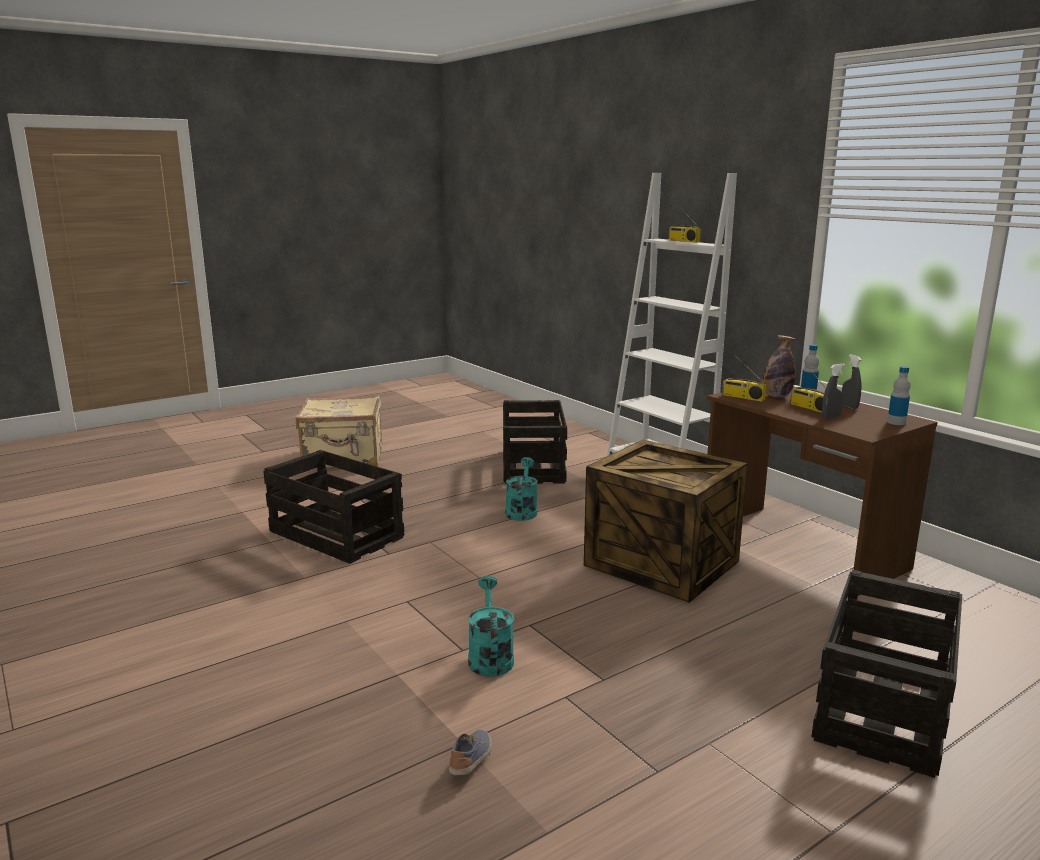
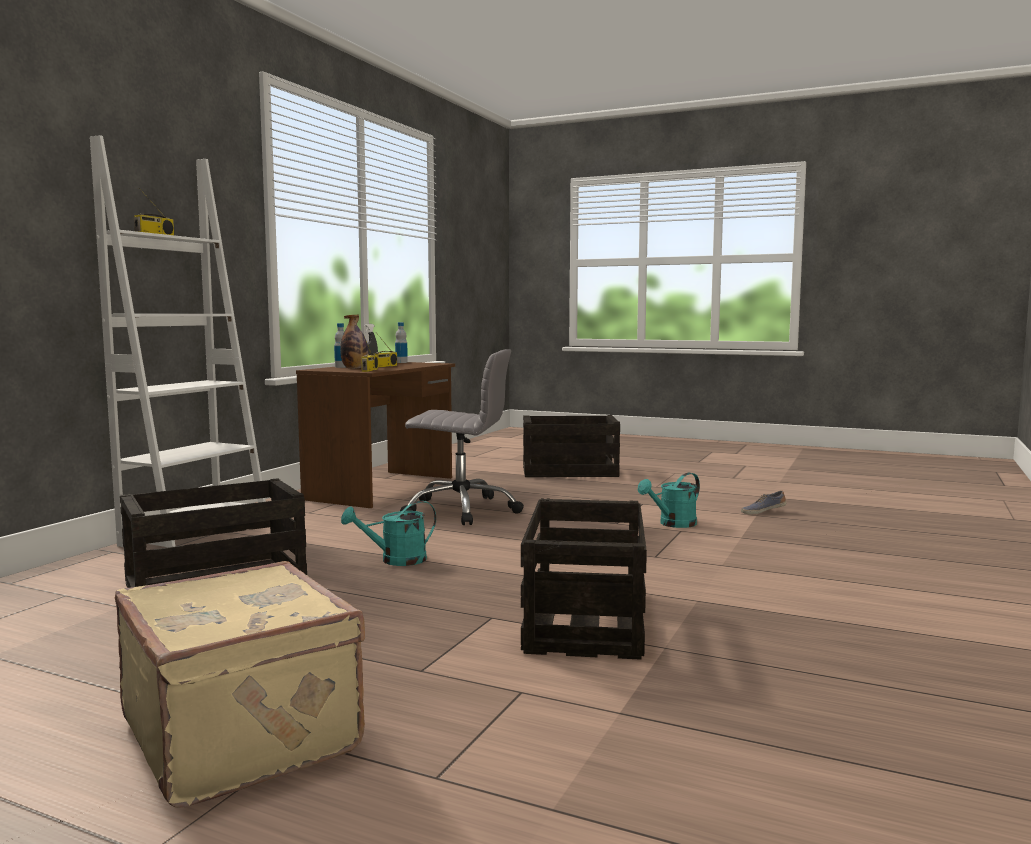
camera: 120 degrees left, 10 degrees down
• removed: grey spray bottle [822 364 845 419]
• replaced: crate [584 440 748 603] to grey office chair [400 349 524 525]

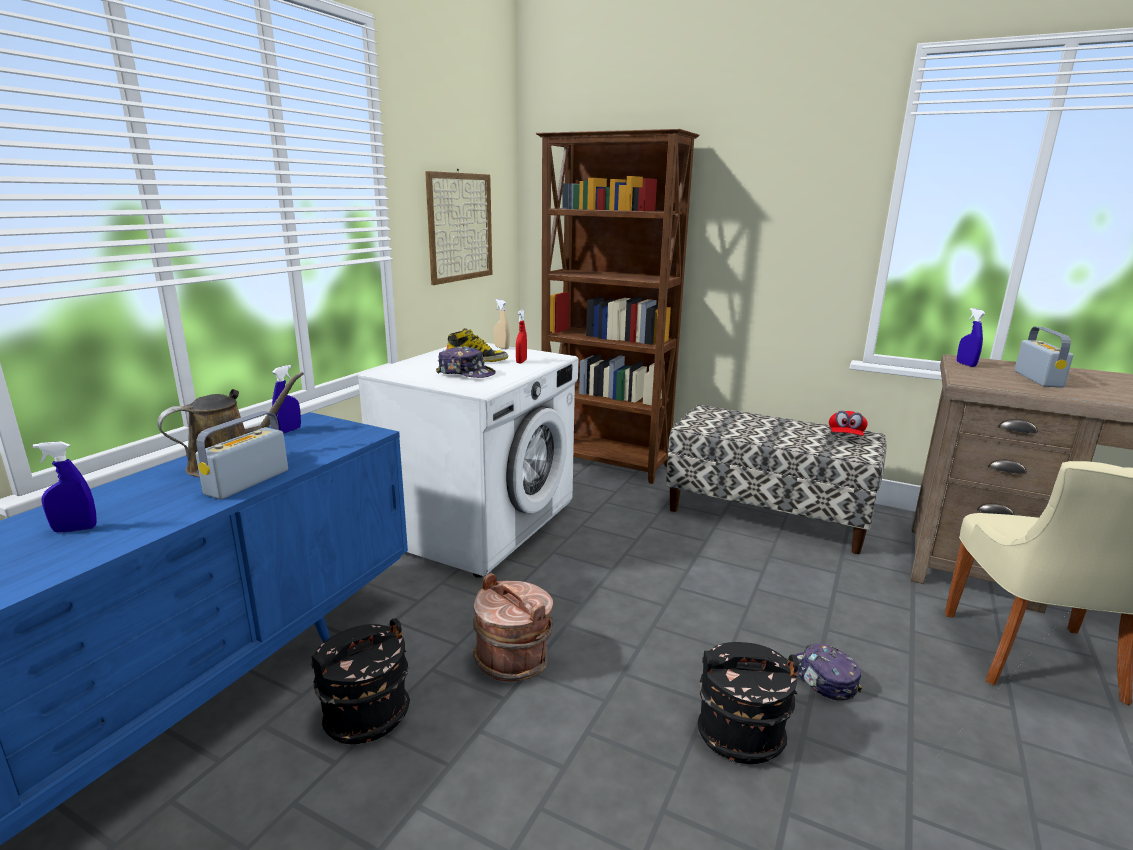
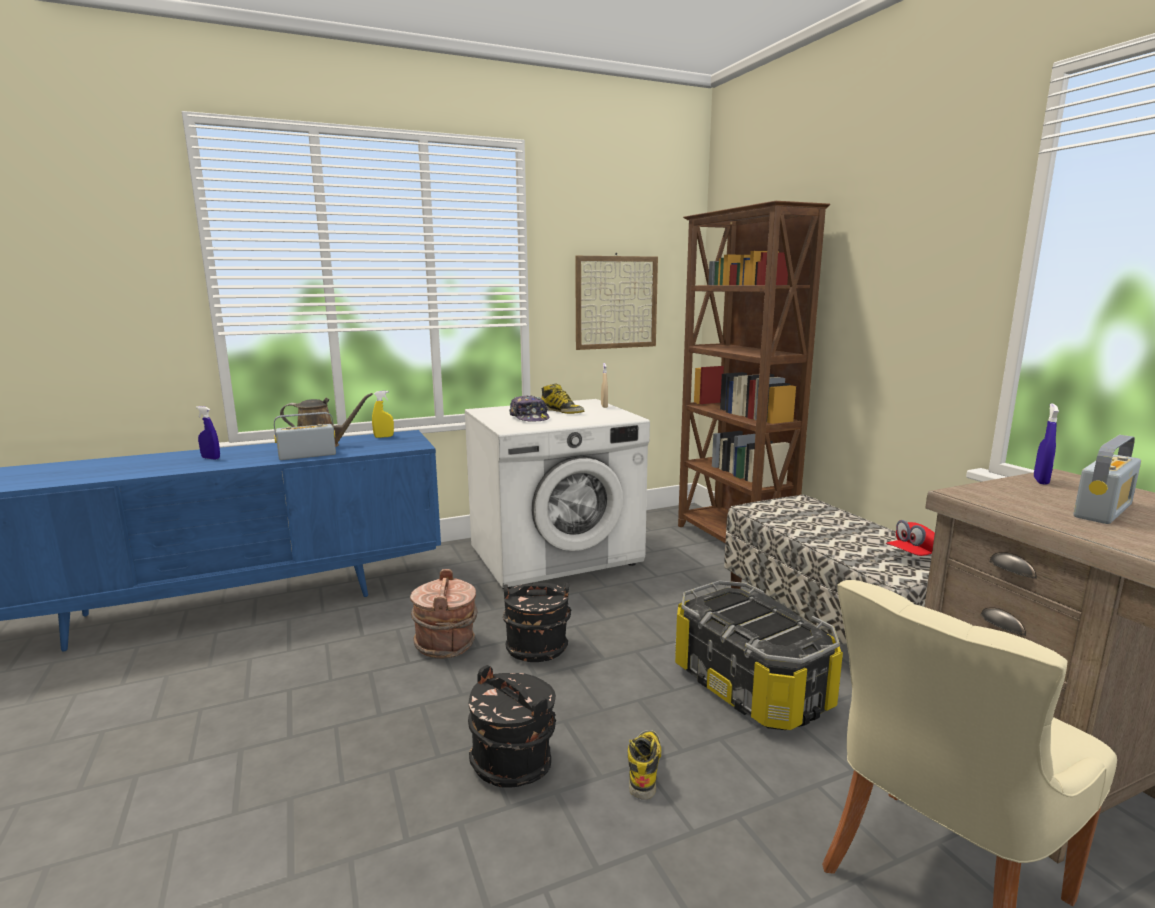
camera: 40 degrees right, 5 degrees down
• removed: red spray bottle [516 310 527 363]
• added: storage box [675 580 843 730]
• moved: black bucket [311 618 410 744] to [503 583 571 662]
• replaced: cap [787 644 862 701] to boot [628 730 661 800]
• recoloured: blue spray bottle [272 365 301 434] to yellow spray bottle [372 391 394 438]

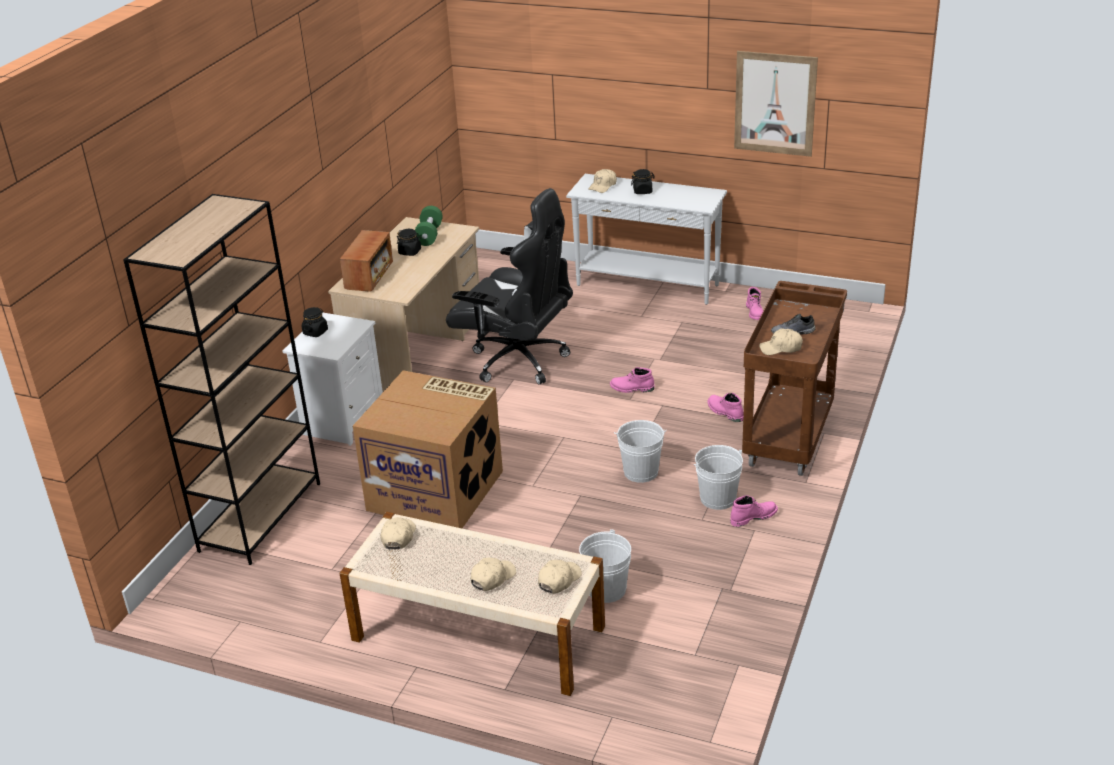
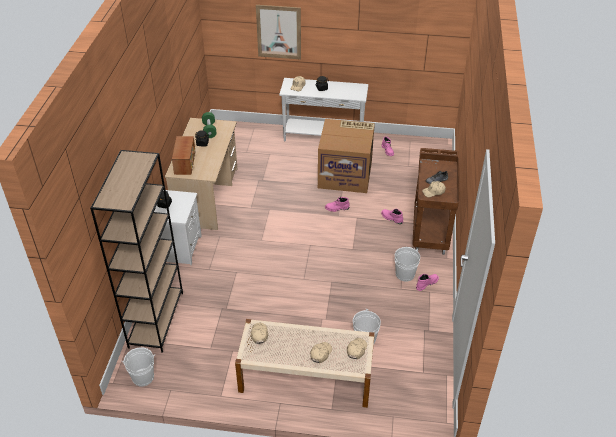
camera: 15 degrees left, 10 degrees up
• removed: black office chair [446 188 573 384]
• moved: cardboard box [353 370 503 528] to [318 119 375 193]
• moved: white bucket [614 420 667 483] to [123 347 155 386]
• moved: picture [734 51 818 157] to [256 5 301 59]

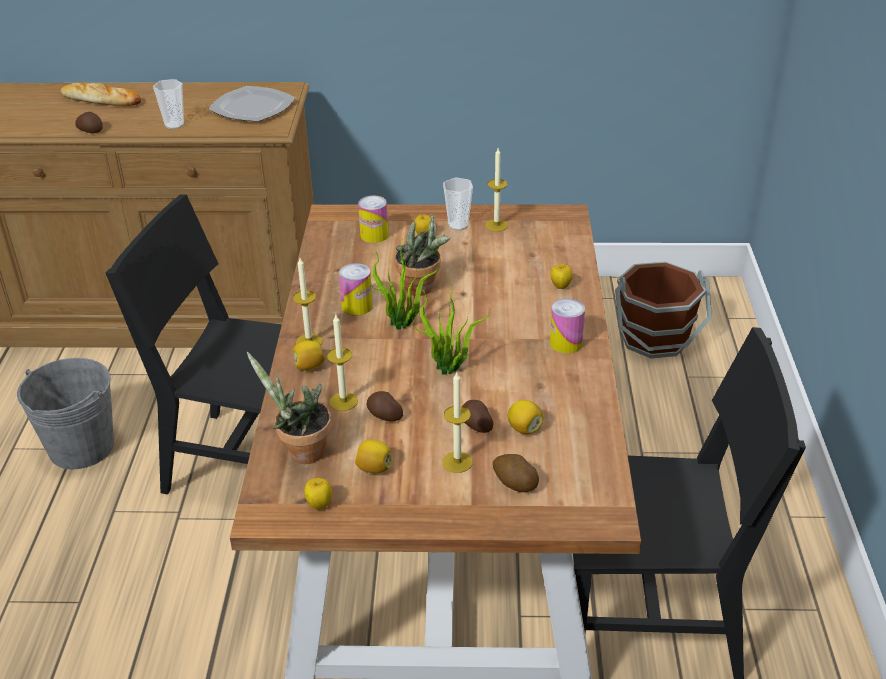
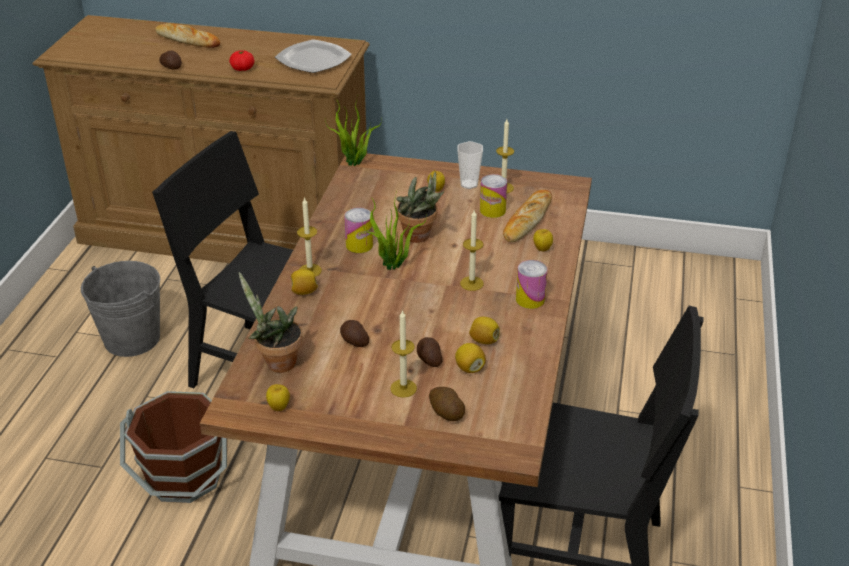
camera: 10 degrees right, 0 degrees up
• added: bread [503 190 552 242]
• moved: candle [327 315 358 411] to [460 210 484 291]
• moved: lemon [355 439 392 473] to [469 317 500 344]
• moved: can [358 196 389 243] to [480 174 507 218]
• moved: potted plant [412 282 490 374] to [325 96 382 166]
• moved: brown bucket [615 261 712 358] to [120 391 227 503]
• replaced: cup [153 79 184 129] to tomato [229 50 254 71]

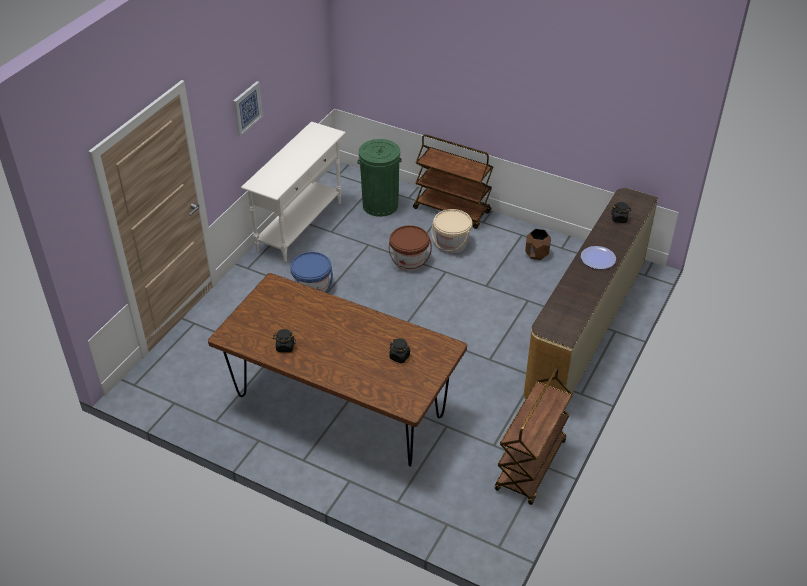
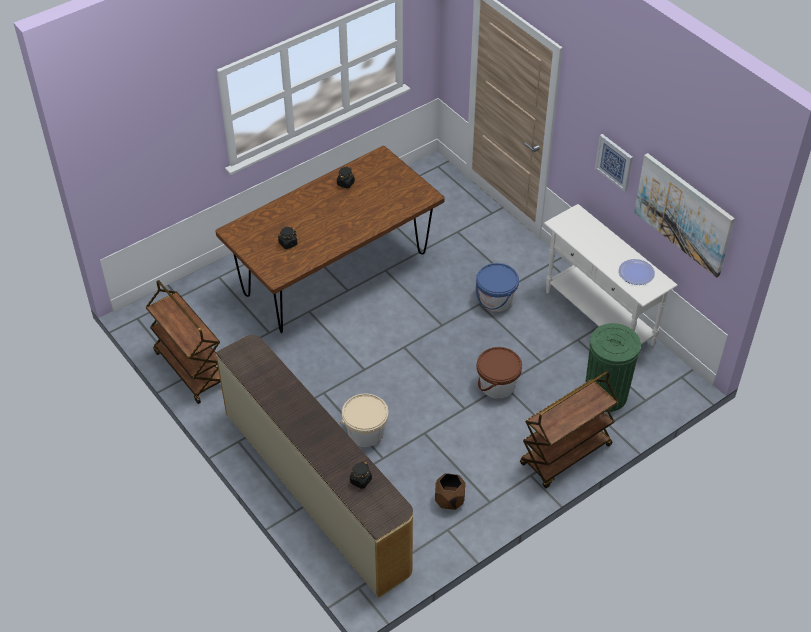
camera: 115 degrees right, 5 degrees up
• added: picture [634 153 735 278]
• moved: beige bucket [431 209 472 253] to [340 394 389 447]
• moved: plate [581 246 616 269] to [619 259 655 285]

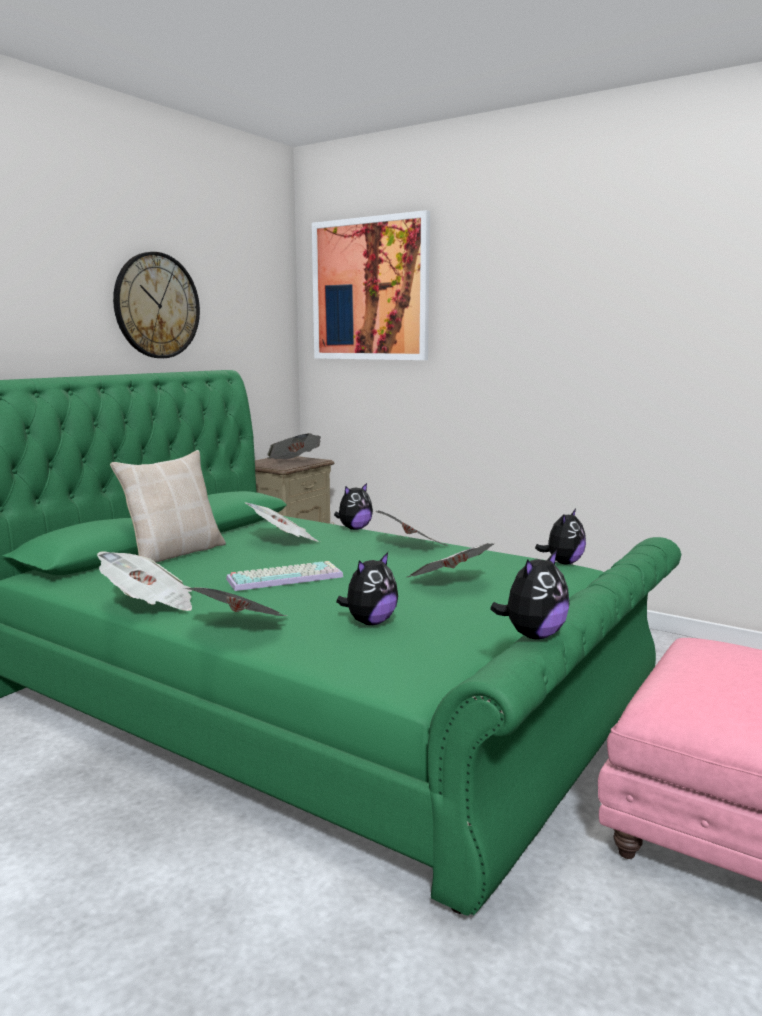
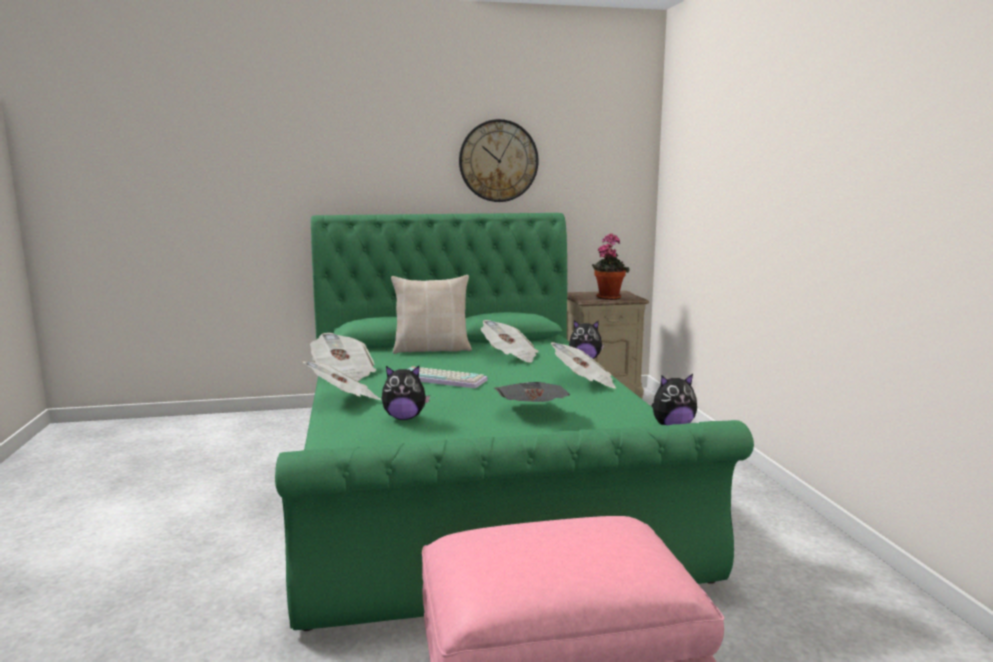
camera: 45 degrees right, 0 degrees up
• removed: picture [312 210 430 360]
• removed: plush toy [490 550 569 639]
• replaced: newspaper [268 433 321 459] to potted plant [592 233 629 300]

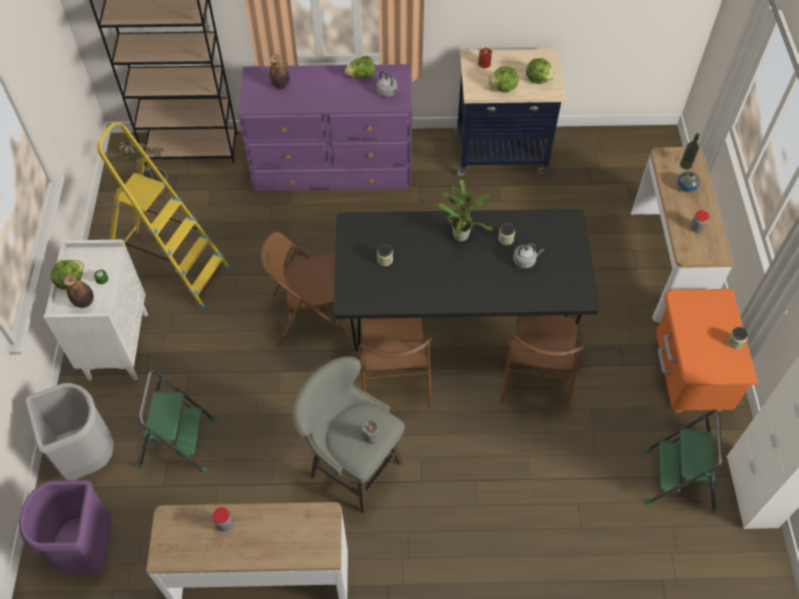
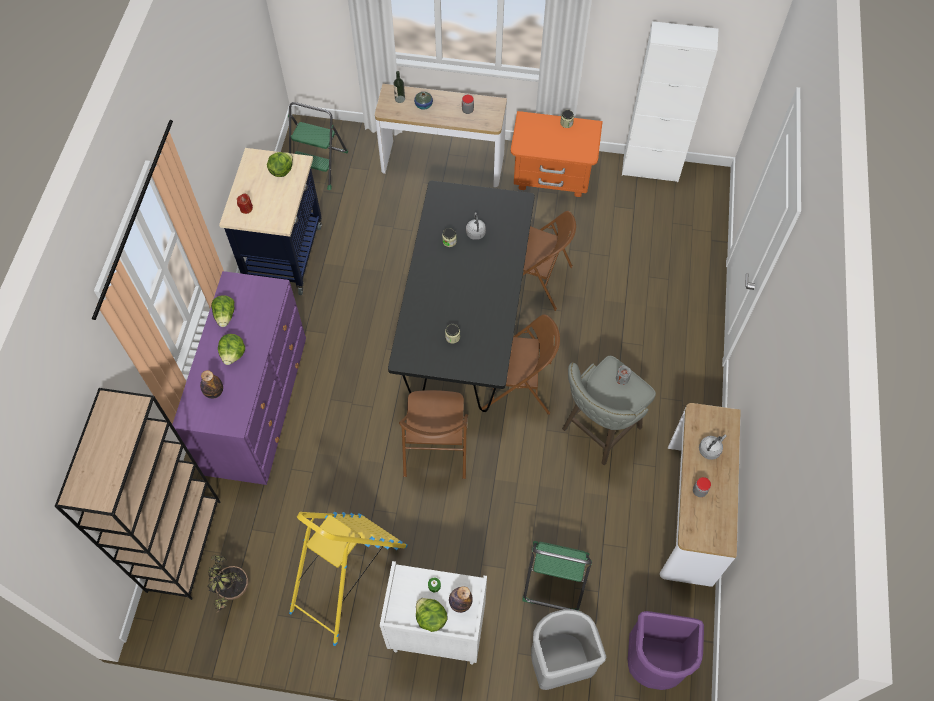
camera: 80 degrees left, 5 degrees up
• removed: potted plant [439 180 493 242]
• moved: grey kettle [376 71 399 97] to [699 435 727 460]
• moved: lettuce [488 67 519 93] to [218 334 245 365]
• moved: green step ladder [644 410 722 513] to [288 102 348 190]

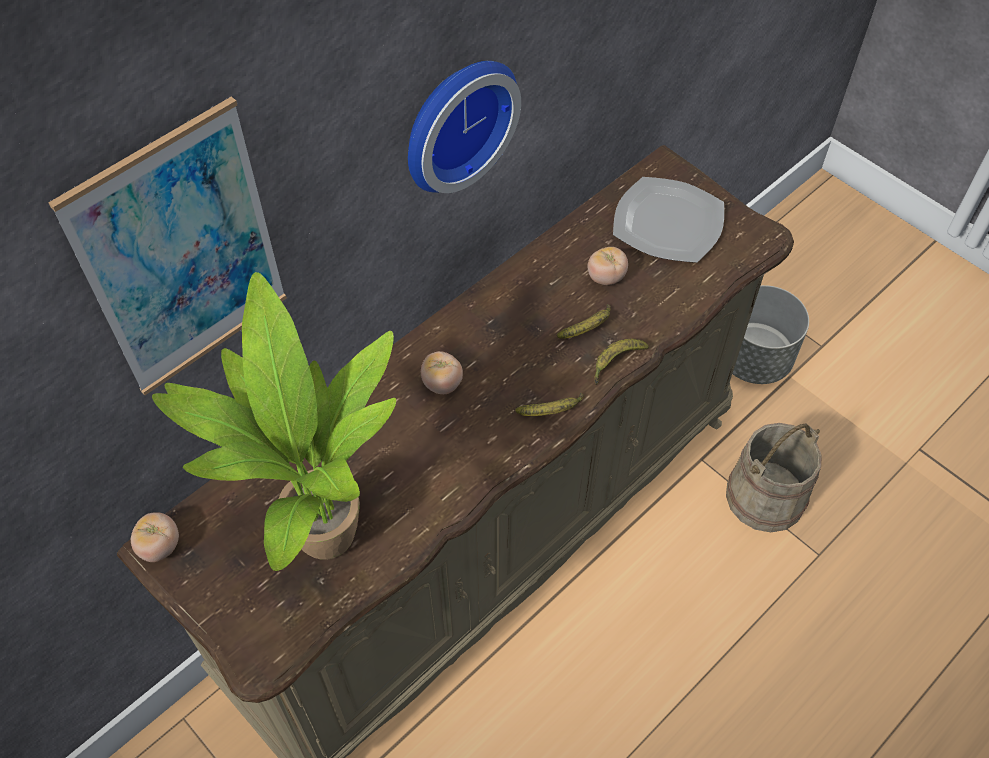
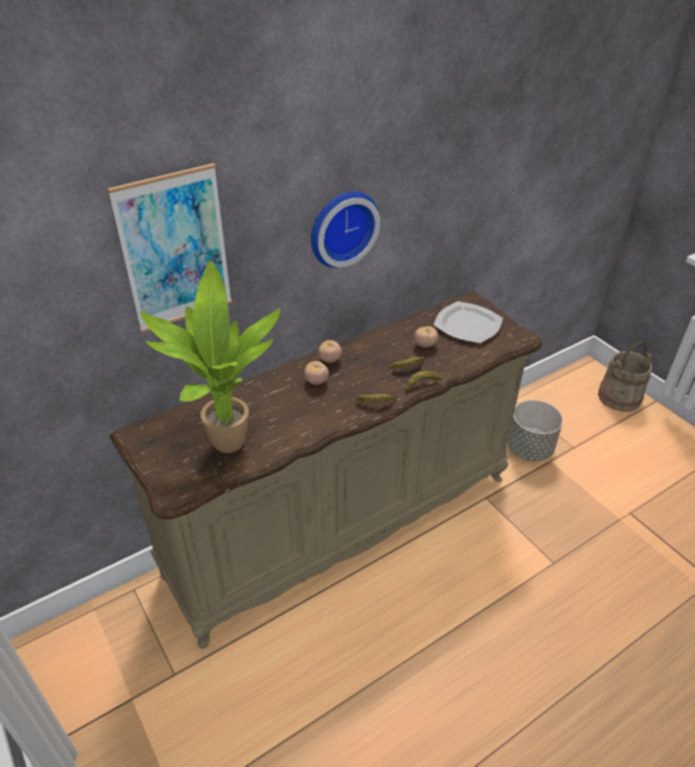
camera: 10 degrees right, 15 degrees down
• moved: tomato [131 512 179 562] to [318 340 342 363]
• moved: beige bucket [726 423 822 532] to [598 342 652 412]

